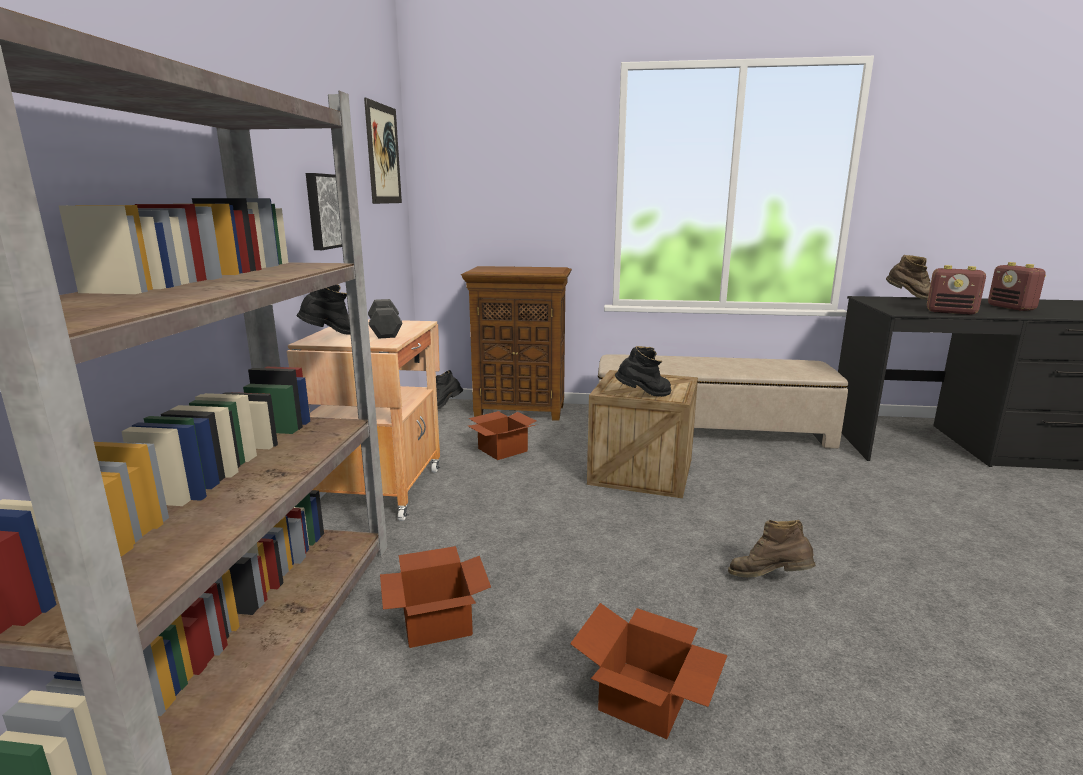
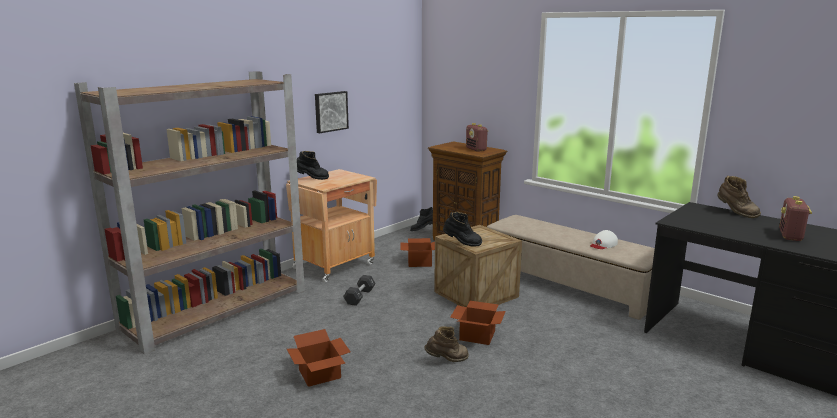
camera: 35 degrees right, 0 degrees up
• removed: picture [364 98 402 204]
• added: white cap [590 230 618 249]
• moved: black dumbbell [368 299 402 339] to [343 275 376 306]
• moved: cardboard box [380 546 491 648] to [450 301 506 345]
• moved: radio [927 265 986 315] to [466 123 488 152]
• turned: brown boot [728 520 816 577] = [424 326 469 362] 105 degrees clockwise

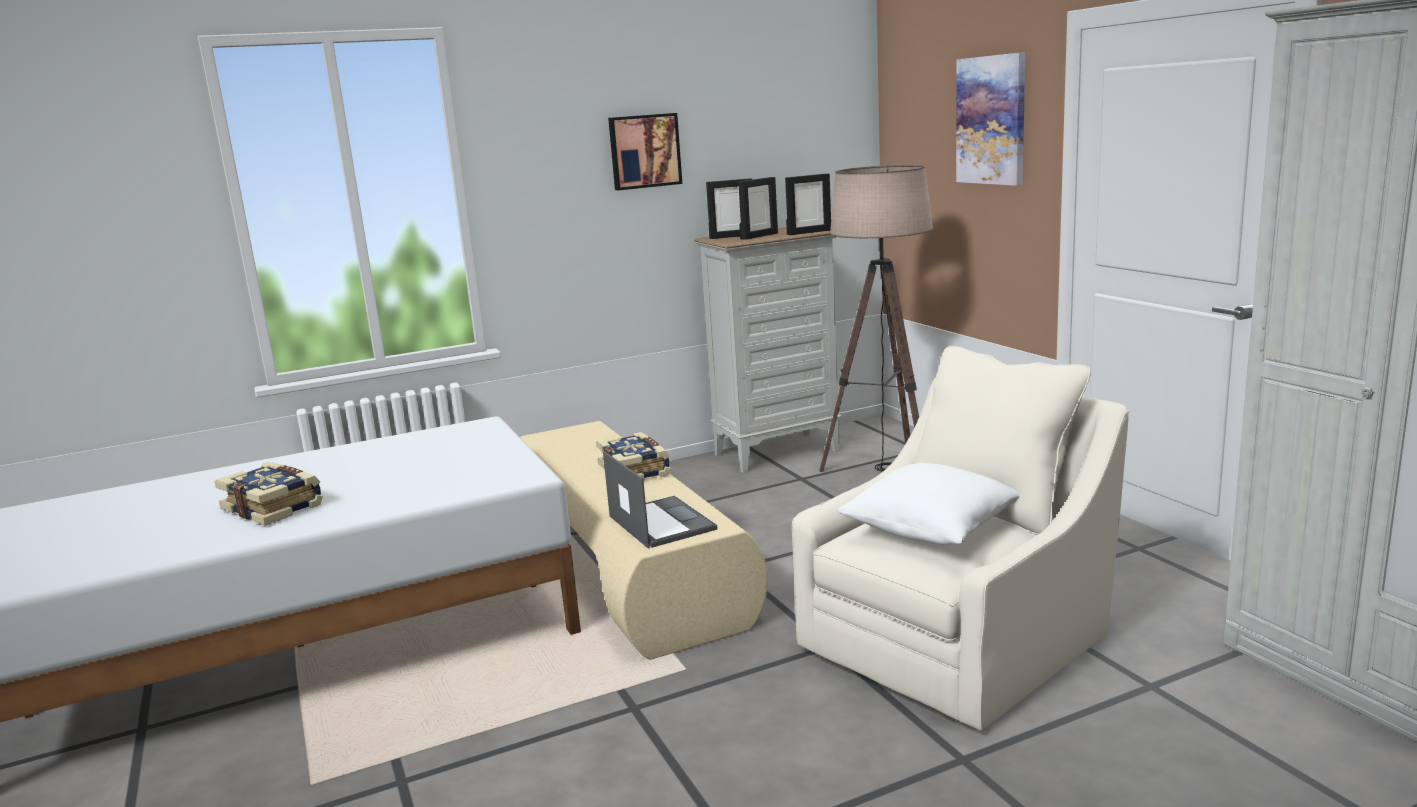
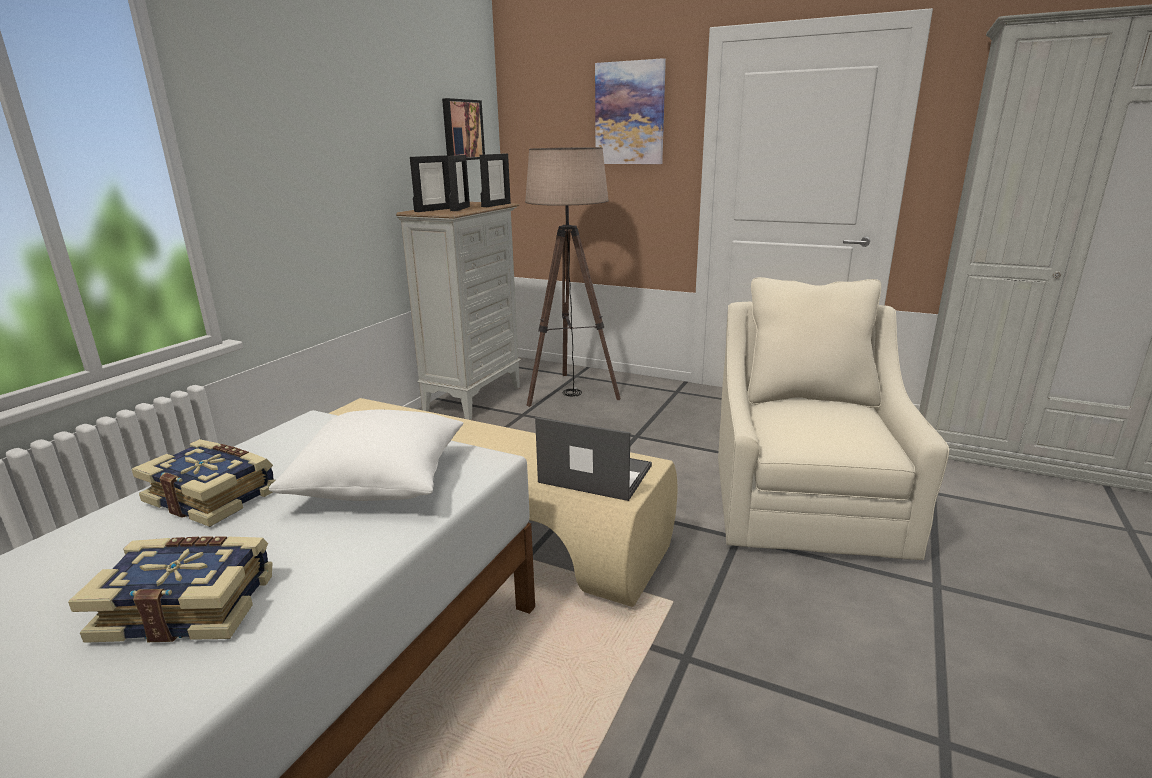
camera: 40 degrees left, 5 degrees up
• moved: book [596 432 671 480] to [132 439 276 527]
• moved: picture [608 113 682 190] to [442 98 485 160]
• moved: white pillow [838 463 1019 546] to [269 410 464 501]

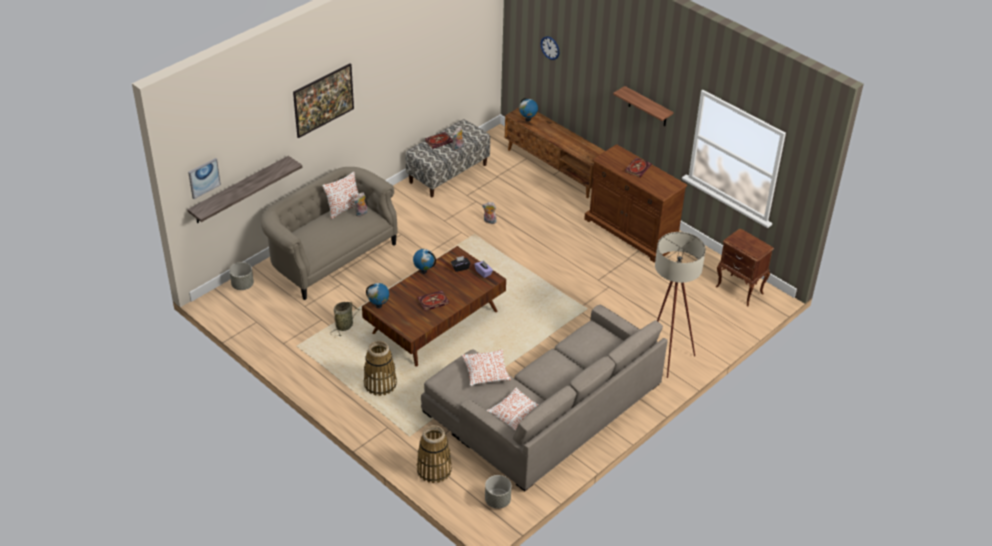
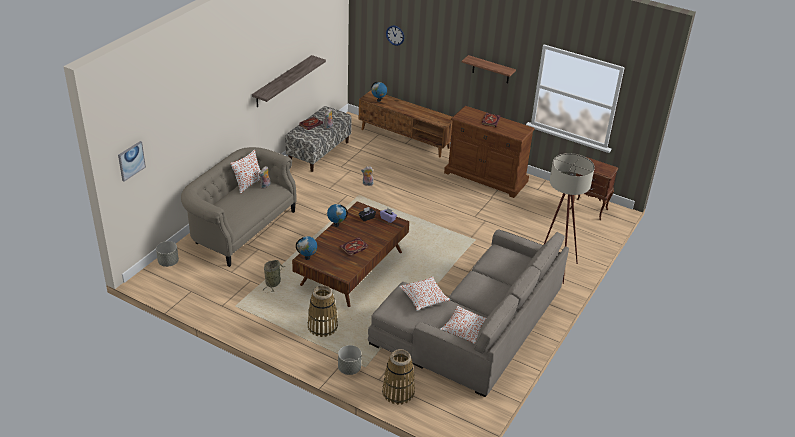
camera: 15 degrees left, 5 degrees down
• removed: picture [293 63 354 138]
• moved: shelf [187 156 302 223] to [252 55 326 108]
• moved: grey planter [485 475 511 509] to [338 345 361 375]

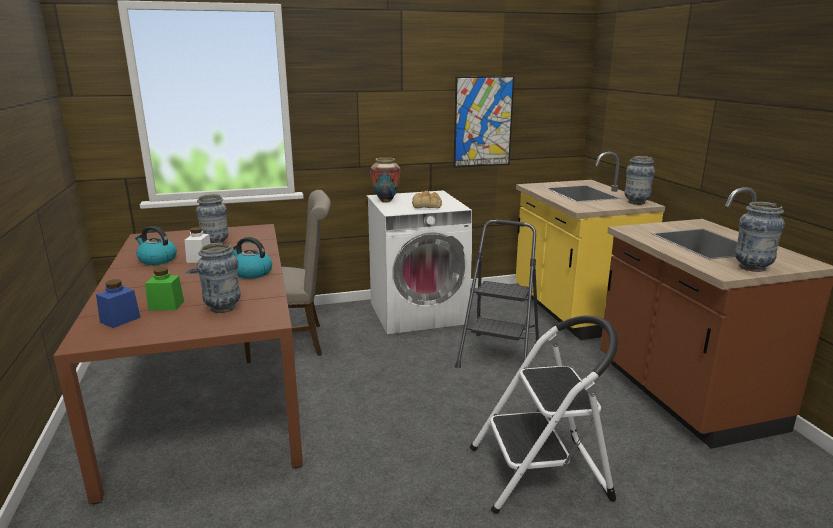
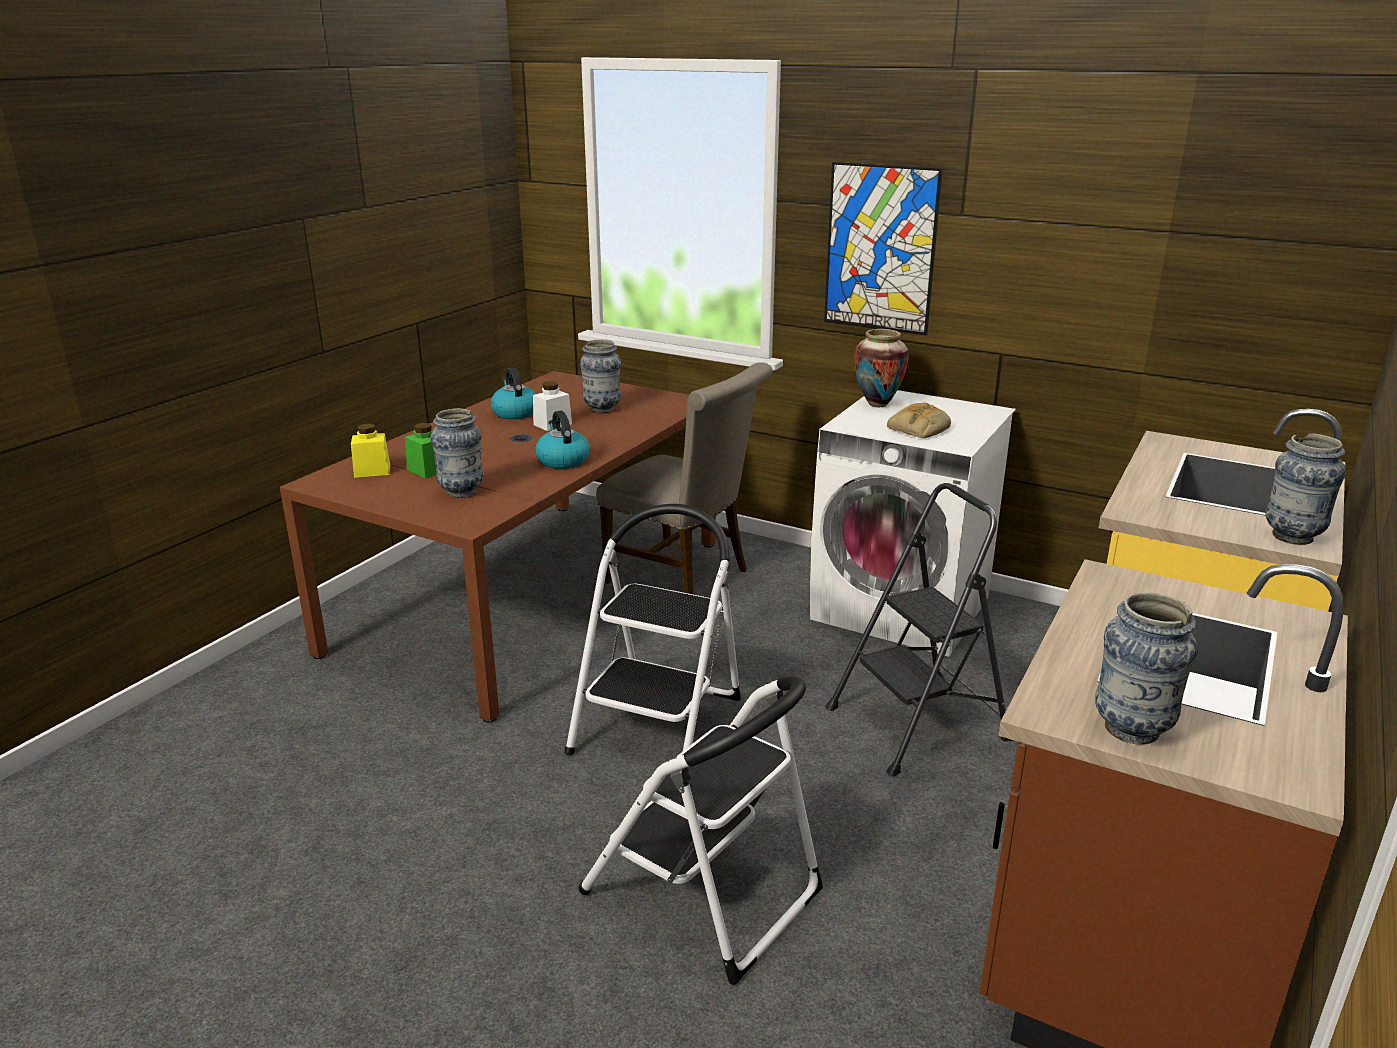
camera: 45 degrees right, 5 degrees up
• added: step ladder [564 504 741 755]
• moved: picture [454 76 514 168] to [824 162 943 335]
• recoloured: blue jar [96 279 141 328] to yellow jar [351 423 390 478]

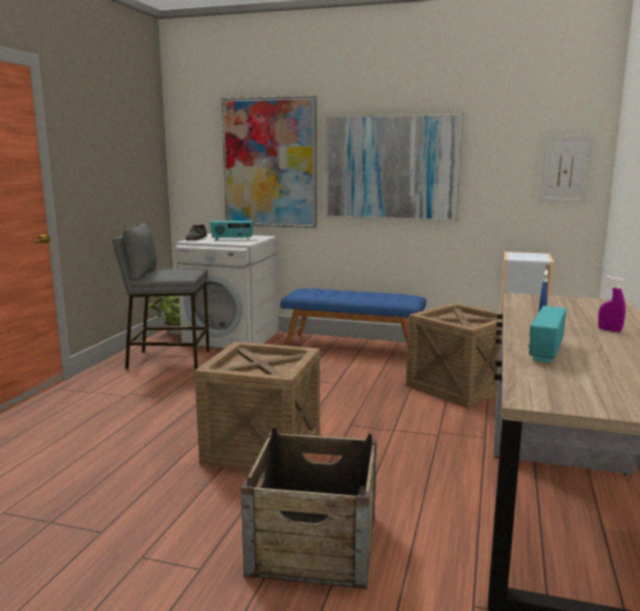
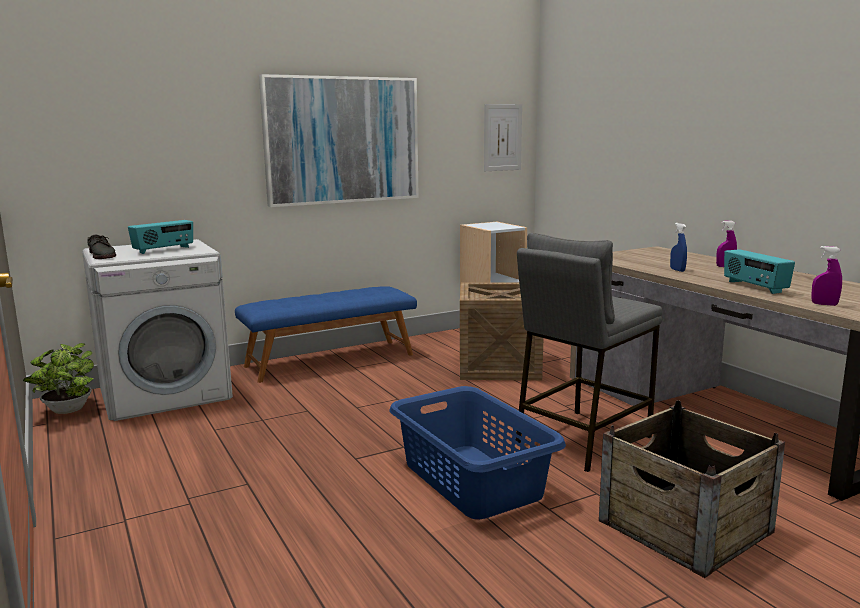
camera: 45 degrees left, 0 degrees up
• removed: picture [221 95 317 228]
• added: purple spray bottle [811 246 842 306]
• moved: grey stool [112 223 210 370] to [516 233 662 472]
• replaced: crate [194 341 320 471] to blue laundry basket [389 386 566 519]

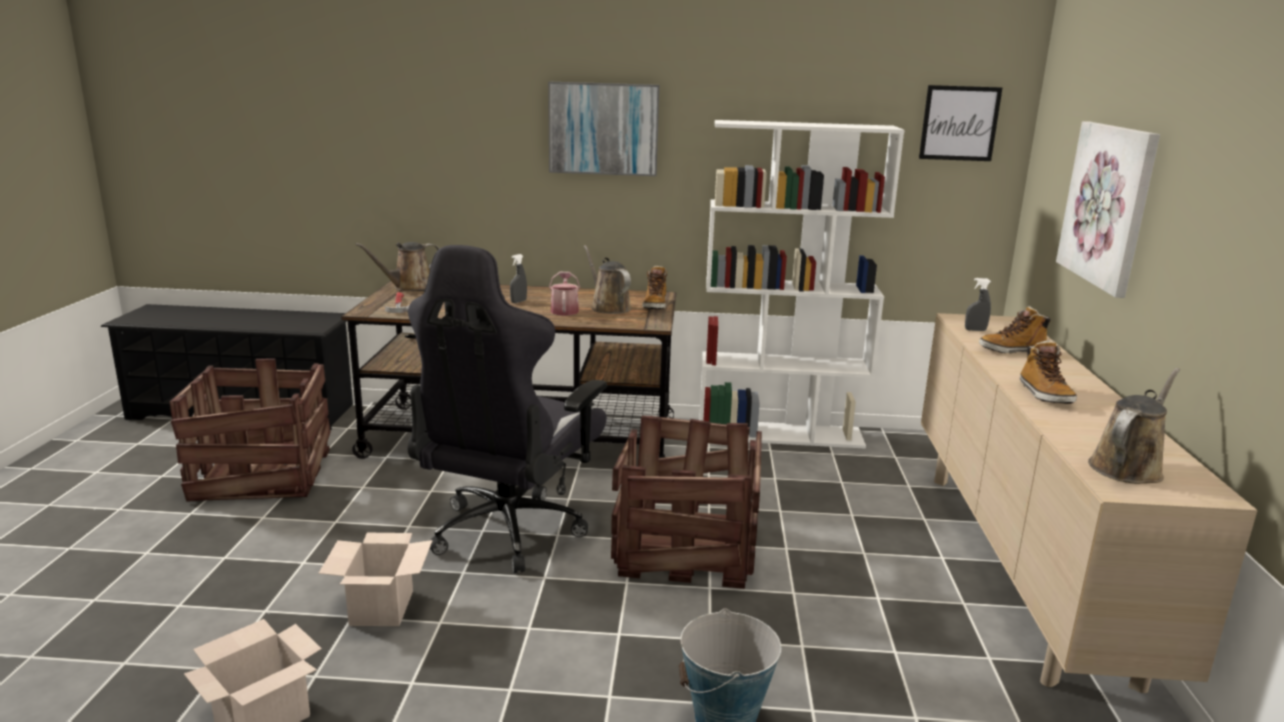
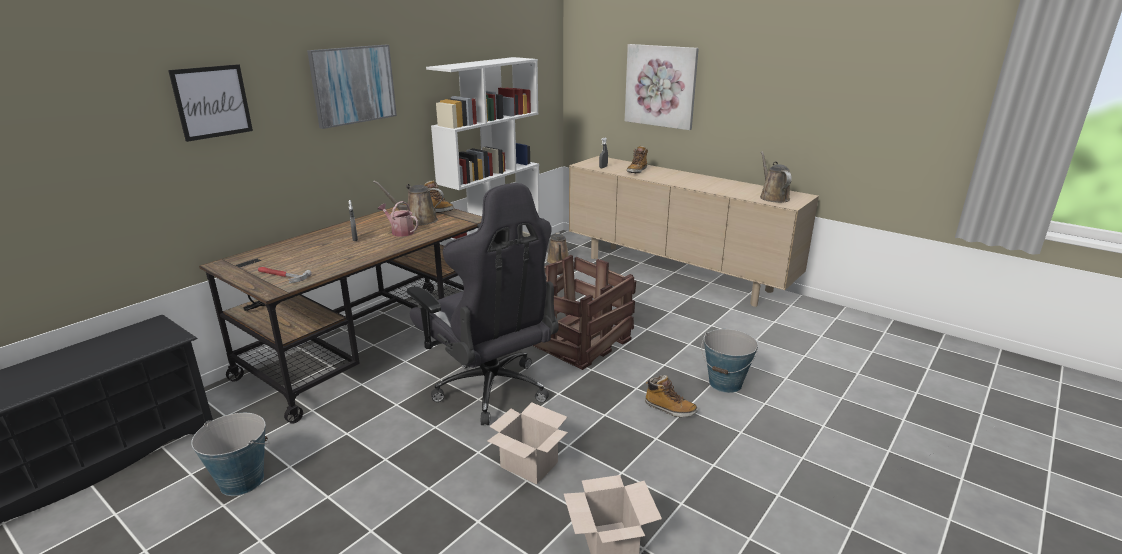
camera: 55 degrees left, 5 degrees up
• moved: brown watering can [355 242 439 291] to [547 232 569 264]
• moved: picture [919 85 1002 161] to [168 64 253 142]
• moved: boot [1020 341 1077 404] to [645 375 698 417]
• replaced: crate [170 359 331 502] to bucket [191 413 270 496]

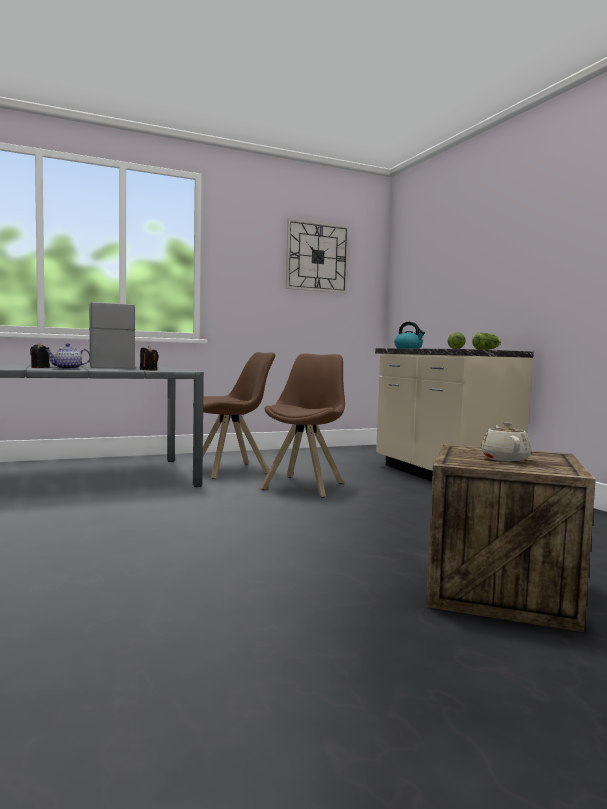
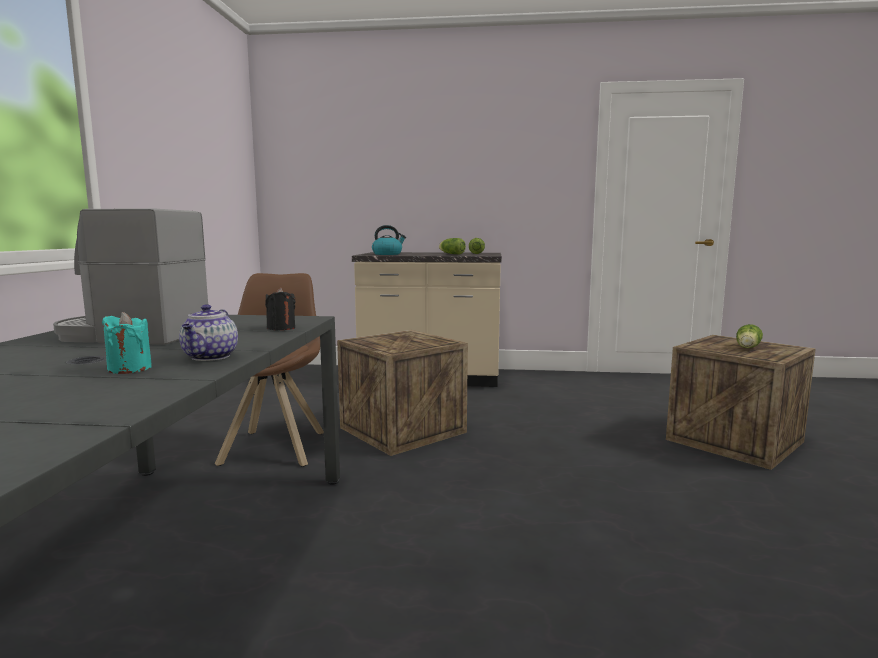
camera: 60 degrees left, 5 degrees up
• removed: wall clock [286 218 350 293]
• replaced: brown chair [260 353 345 497] to crate [337 330 468 456]
• replaced: beige teapot [481 422 532 462] to lettuce [736 324 763 348]
• recoloured: black candle [30 343 50 368] to turquoise candle [102 312 152 374]

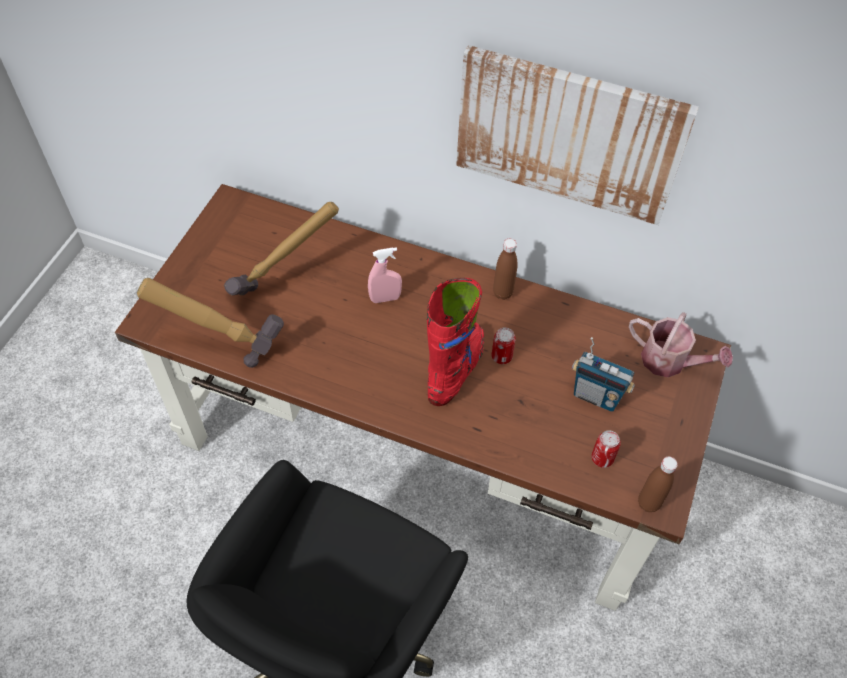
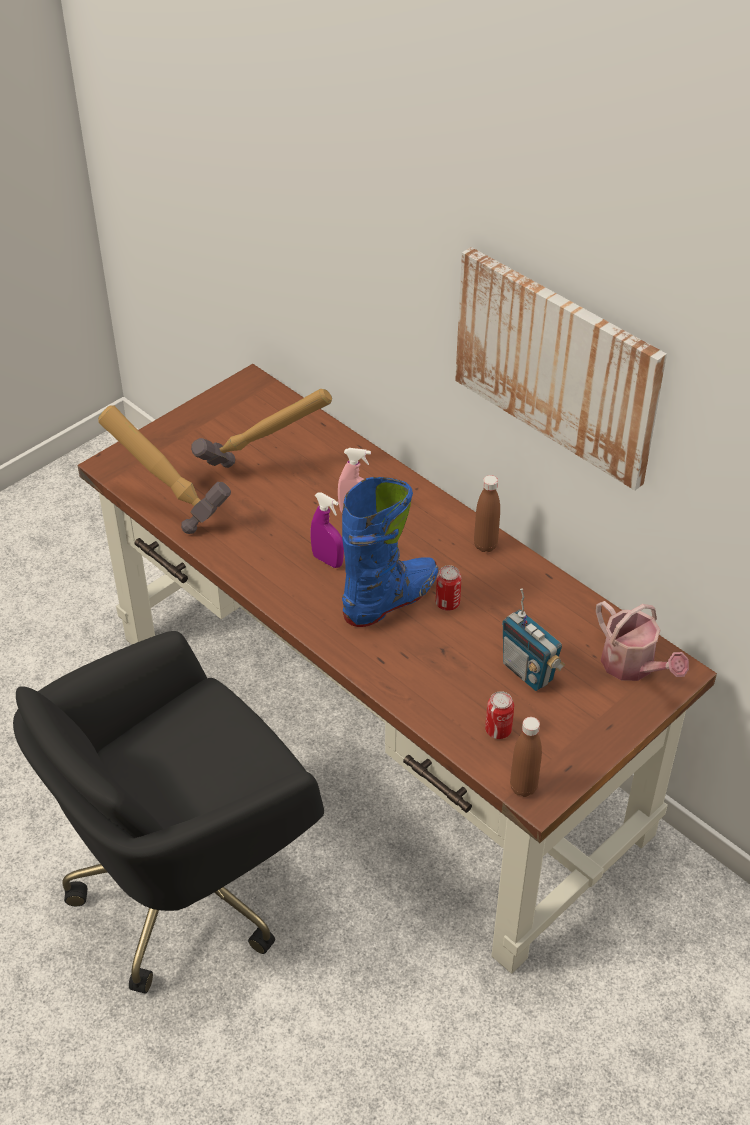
camera: 25 degrees right, 10 degrees down
• added: purple spray bottle [310 492 344 568]
• recoloured: red boot [427 278 484 406] to blue boot [342 477 438 627]

